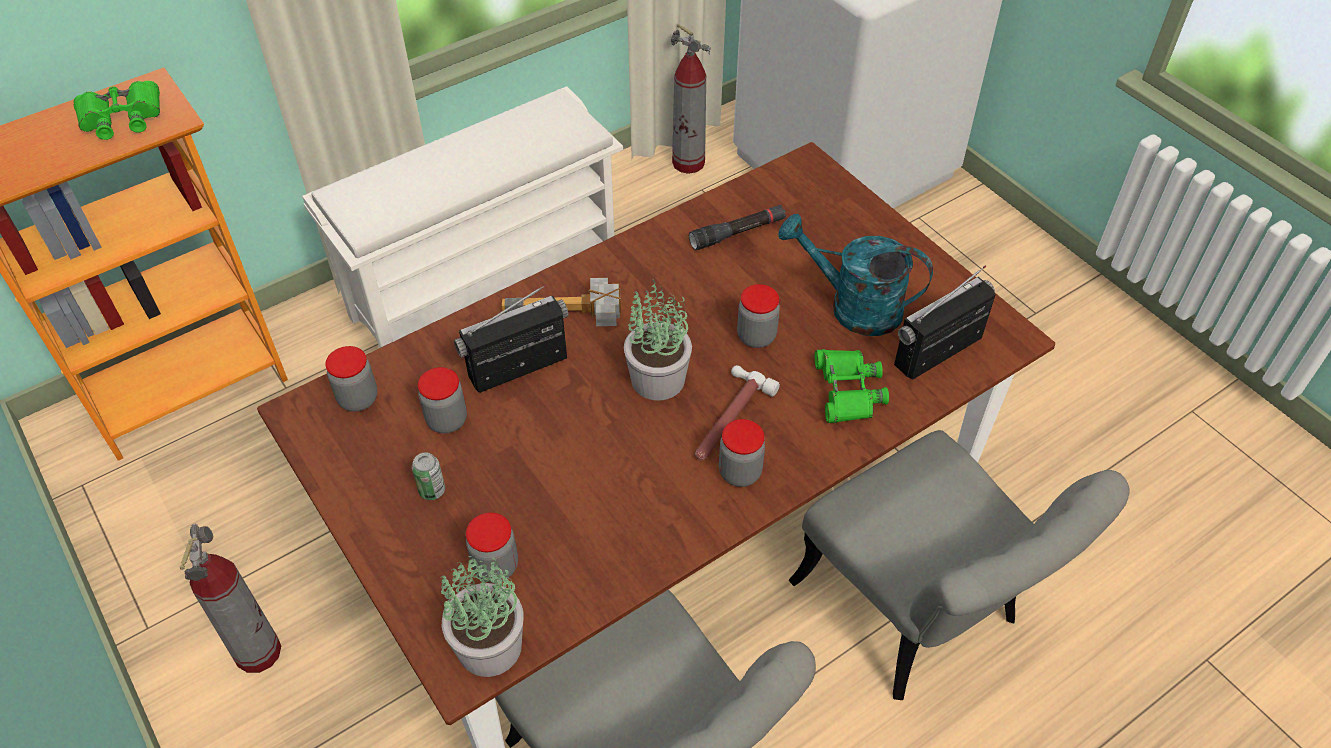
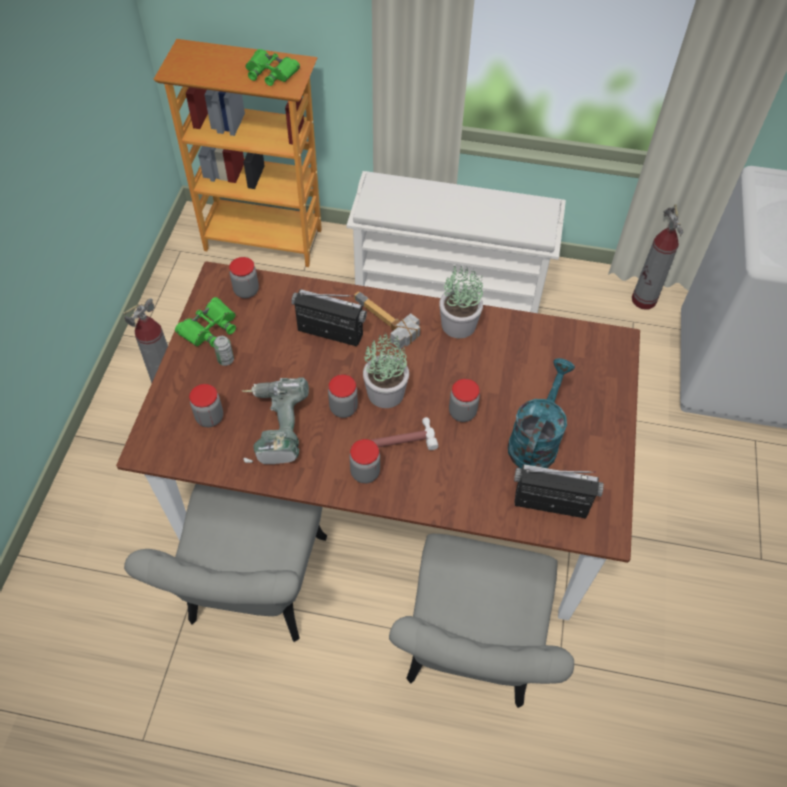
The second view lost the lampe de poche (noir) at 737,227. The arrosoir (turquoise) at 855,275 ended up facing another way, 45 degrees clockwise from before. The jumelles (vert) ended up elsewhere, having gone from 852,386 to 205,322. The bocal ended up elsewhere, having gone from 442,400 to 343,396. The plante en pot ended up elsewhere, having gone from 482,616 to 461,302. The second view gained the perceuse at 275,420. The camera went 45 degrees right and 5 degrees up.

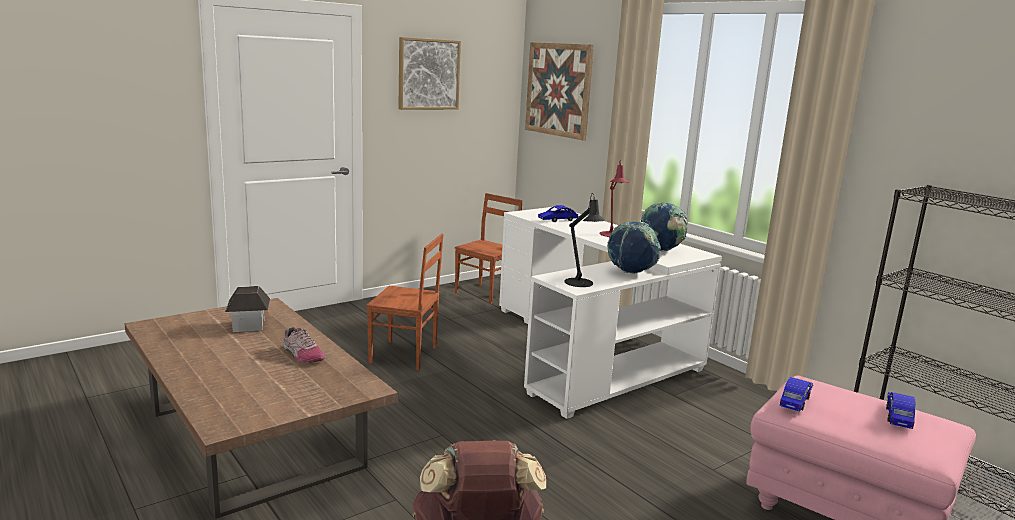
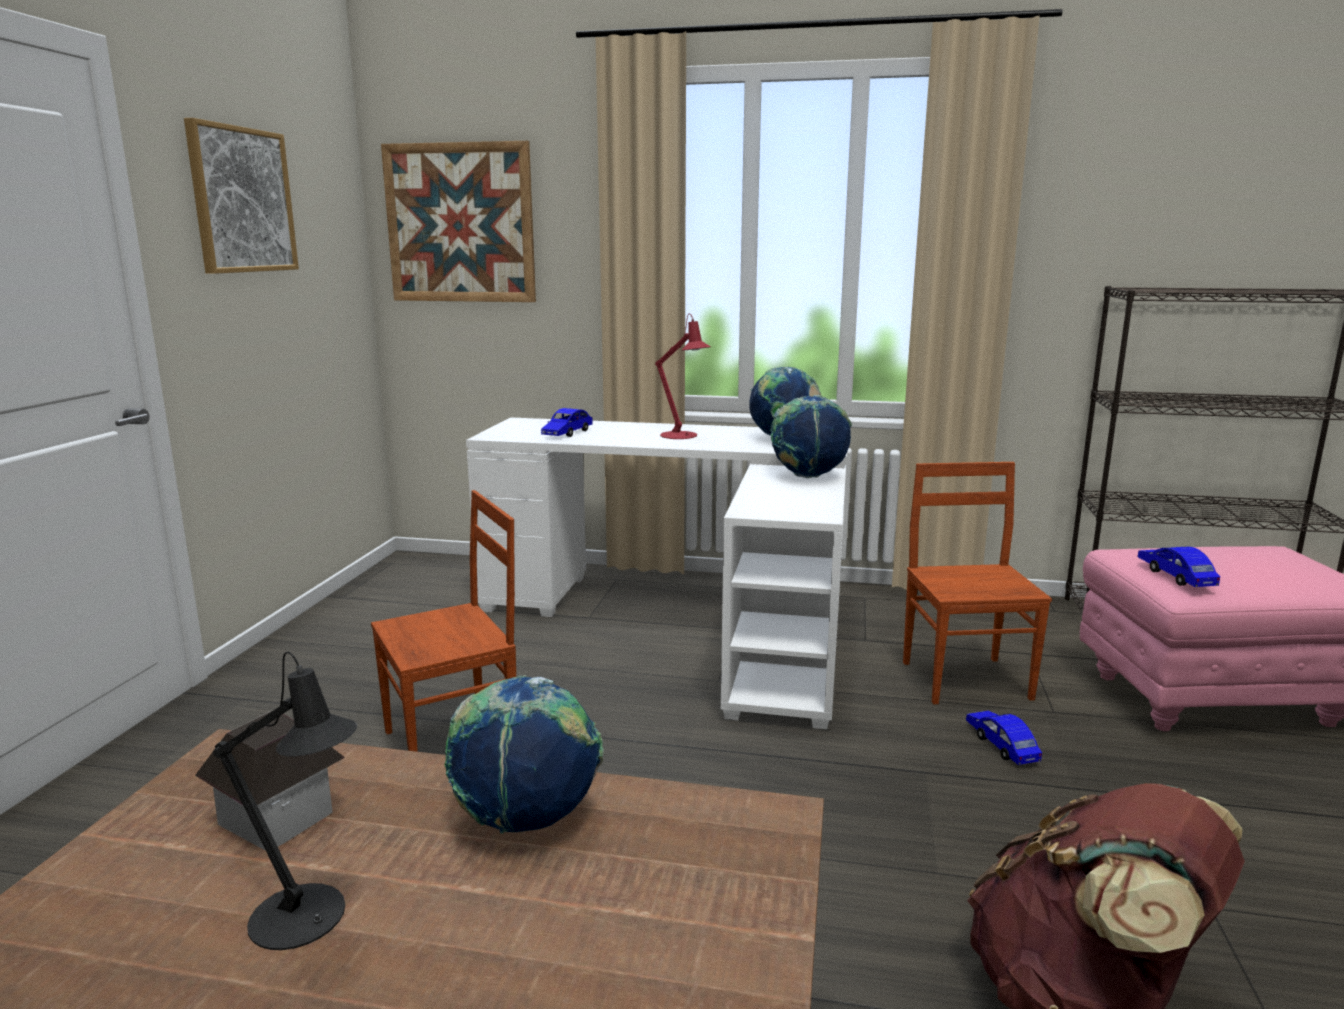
The chaise (marron) ended up elsewhere, having gone from 489,248 to 977,583. The lampe de table (noir) ended up elsewhere, having gone from 585,240 to 285,801. Where the chaussure stood at 304,345, the globe came to stand at 524,754. The petite voiture (bleu) ended up elsewhere, having gone from 900,410 to 1004,738. The camera went 40 degrees left and 0 degrees up.

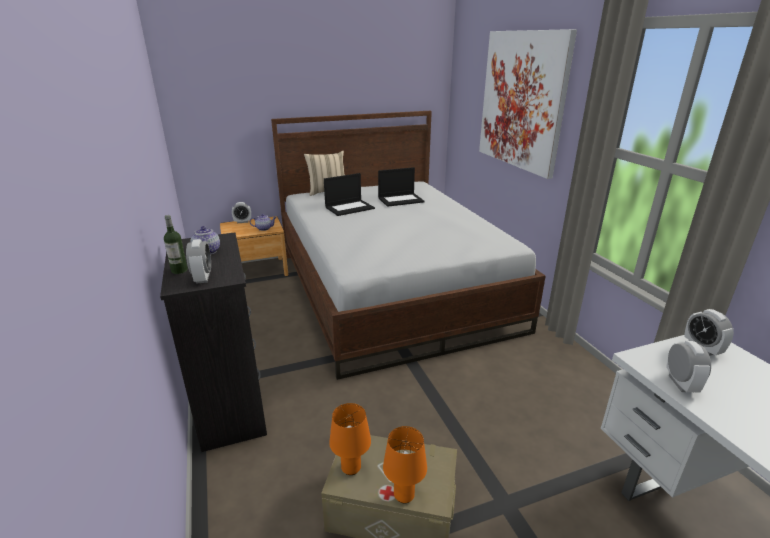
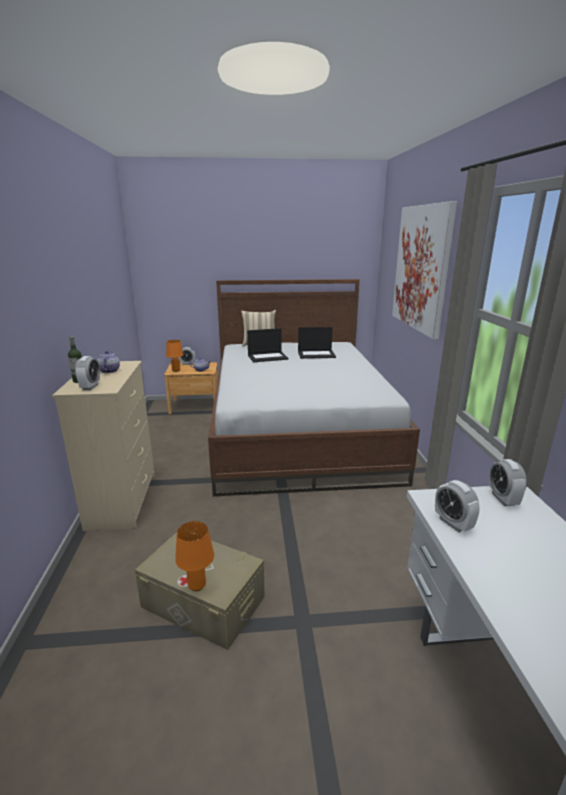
What was the commode (noir) at 213,342 turned into the commode (beige) at 103,446. The réveil at 688,366 ended up facing another way, 135 degrees clockwise from before. The lampe de table (orange) ended up elsewhere, having gone from 350,439 to 175,356. The camera went 15 degrees right and 5 degrees down.

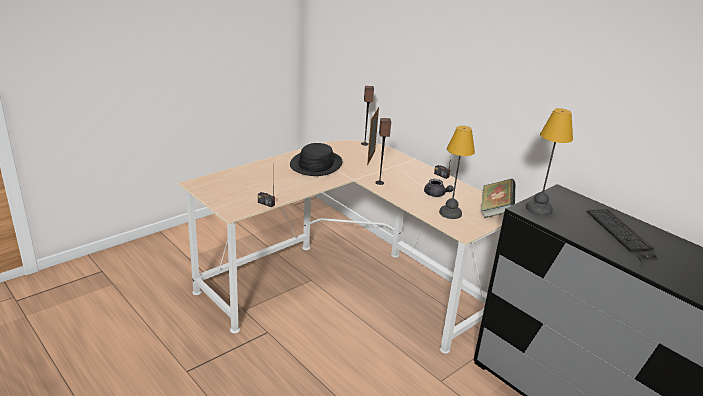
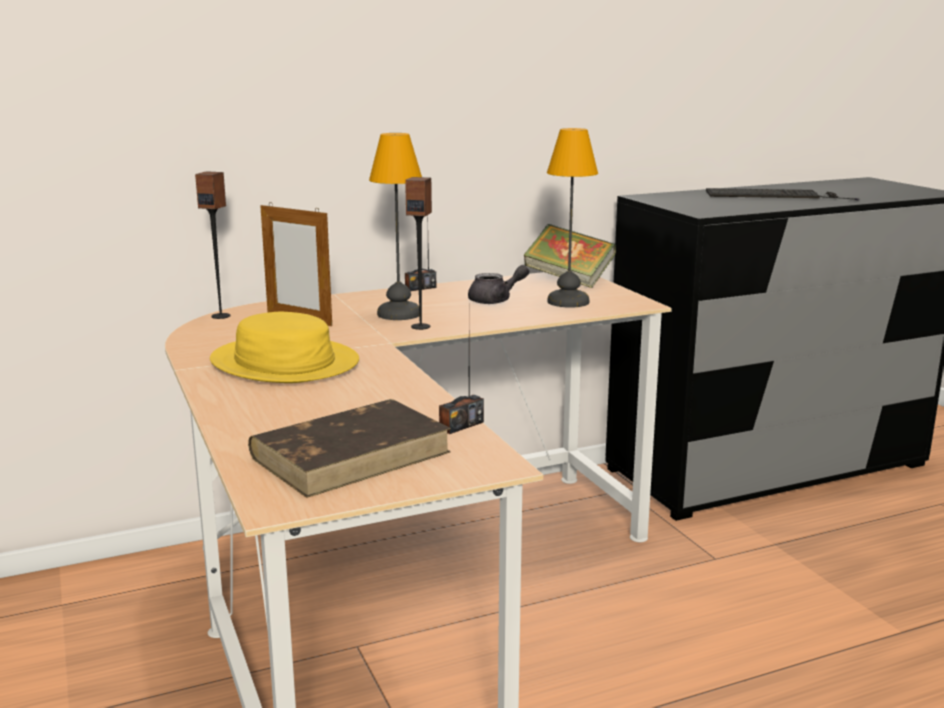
The lampe de table ended up elsewhere, having gone from 549,162 to 395,226. What was the chapeau (noir) at 316,159 turned into the chapeau (jaune) at 284,347. The second view gained the livre (marron) at 349,448. The camera went 70 degrees left and 10 degrees down.

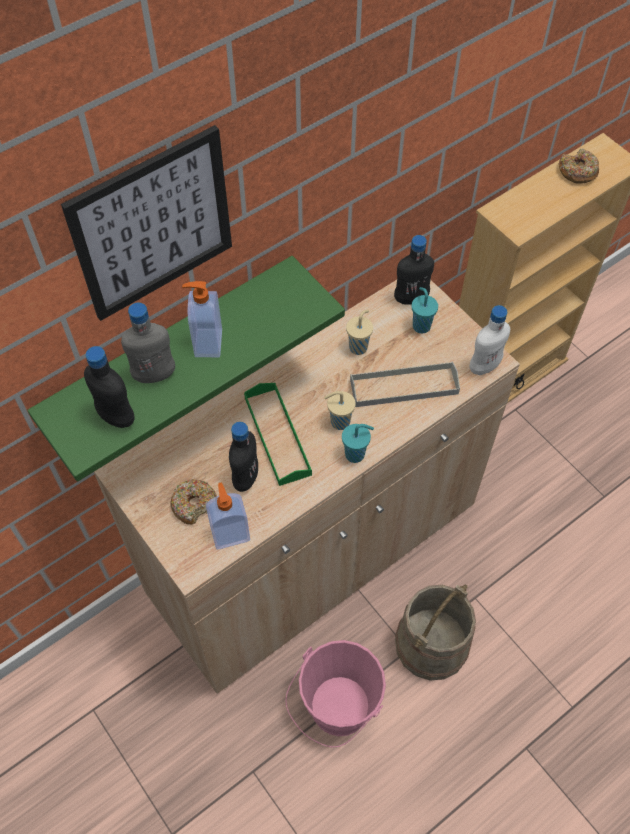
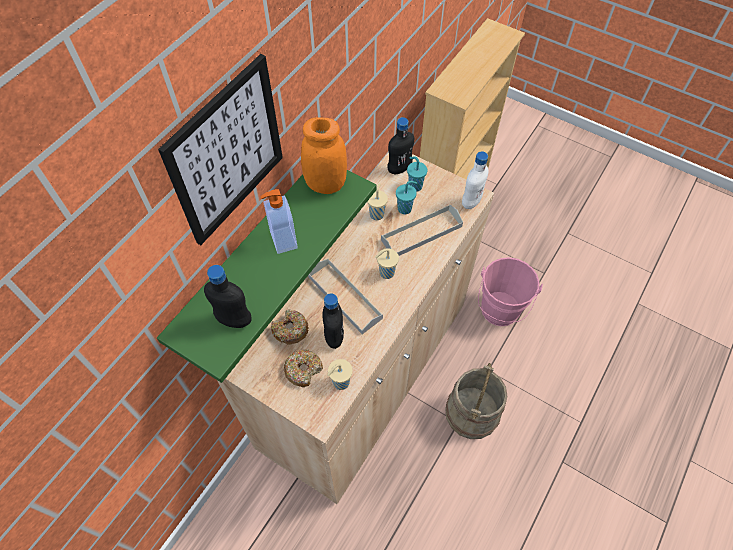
The beignet ended up elsewhere, having gone from 579,166 to 290,327. The second view lost the bouteille (gris) at 148,342. What was the plateau (vert) at 278,434 turned into the plateau (gris) at 345,296. The tasse (turquoise) ended up elsewhere, having gone from 358,443 to 406,197. Where the distributeur de savon stood at 228,516, the tasse (beige) came to stand at 340,374. The seau (rose) ended up elsewhere, having gone from 335,694 to 510,291. The second view gained the bocal (orange) at 324,155. The camera went 20 degrees left and 0 degrees up.

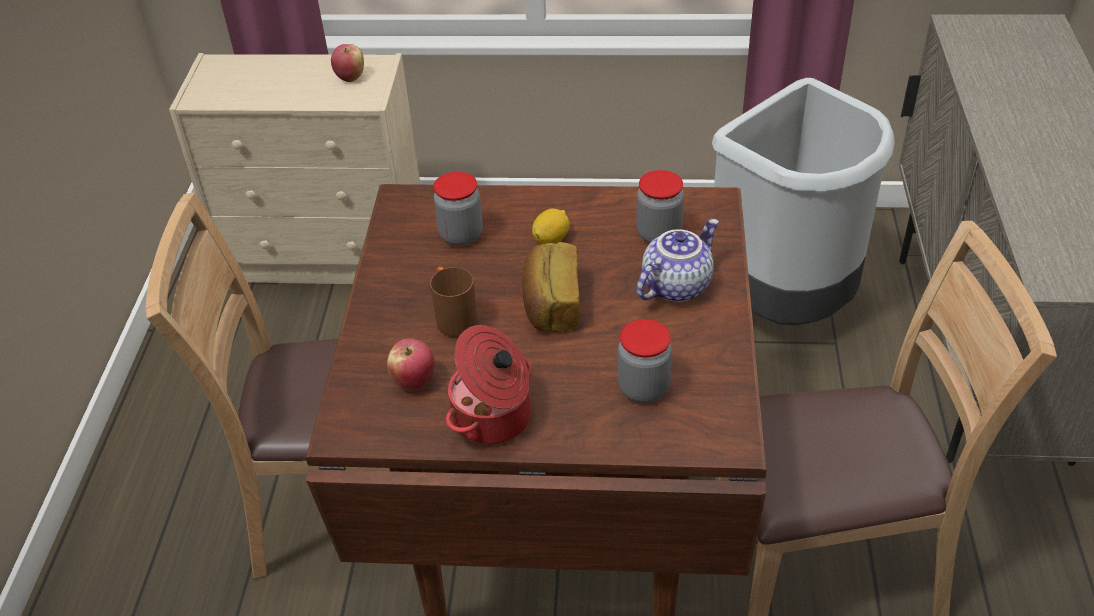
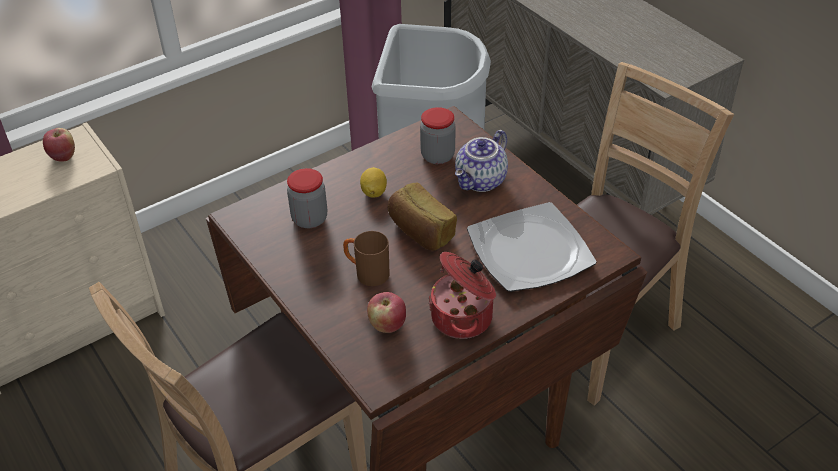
The théière at 677,260 ended up facing another way, 150 degrees counterclockwise from before. Where the bocal stood at 645,361, the assiette came to stand at 532,247. The camera went 40 degrees left and 0 degrees up.

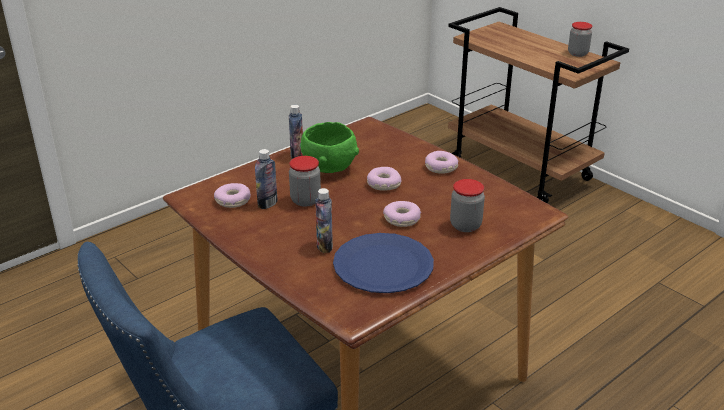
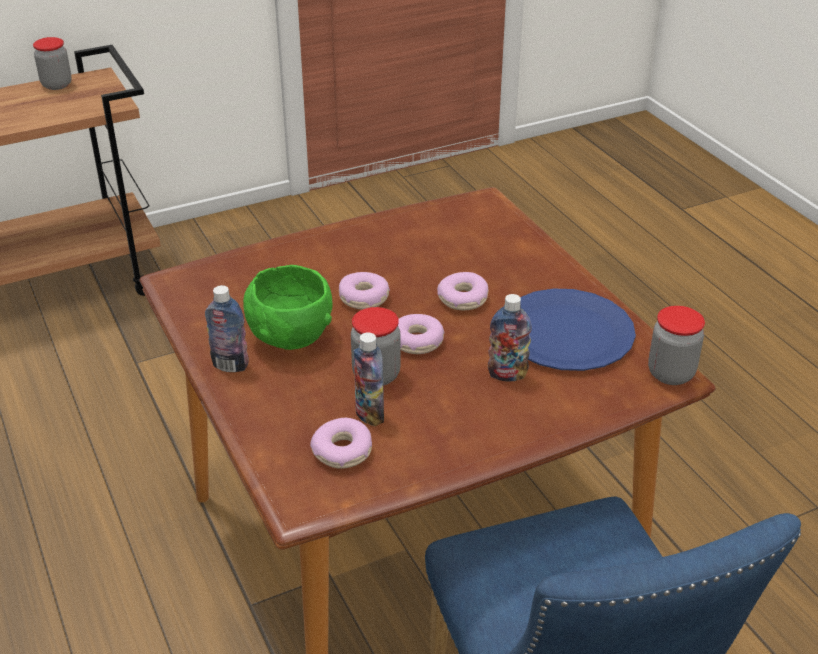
The beignet ended up elsewhere, having gone from 442,162 to 421,334. The bocal ended up elsewhere, having gone from 467,205 to 676,345. The camera went 75 degrees left and 5 degrees up.

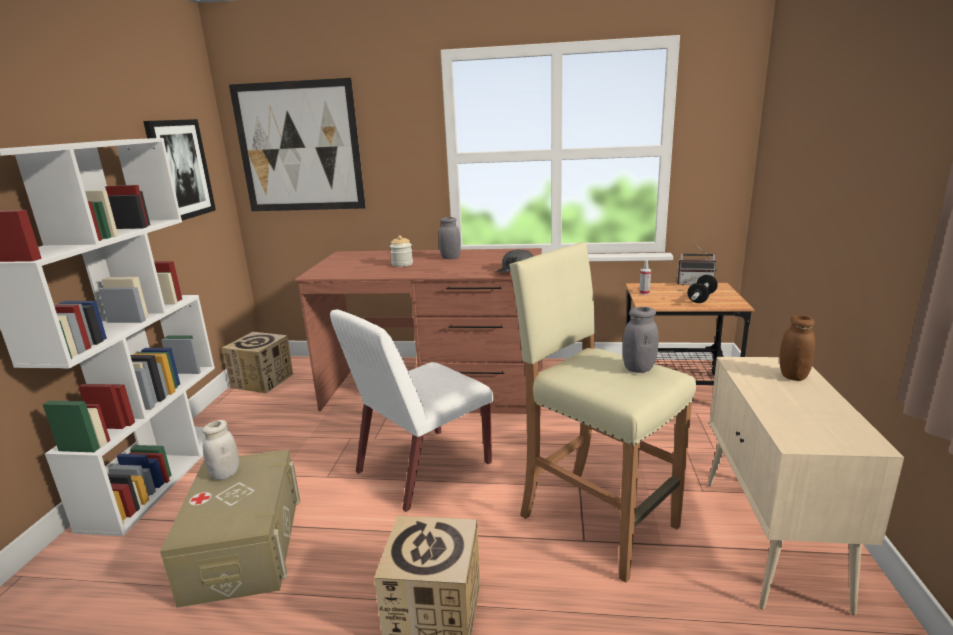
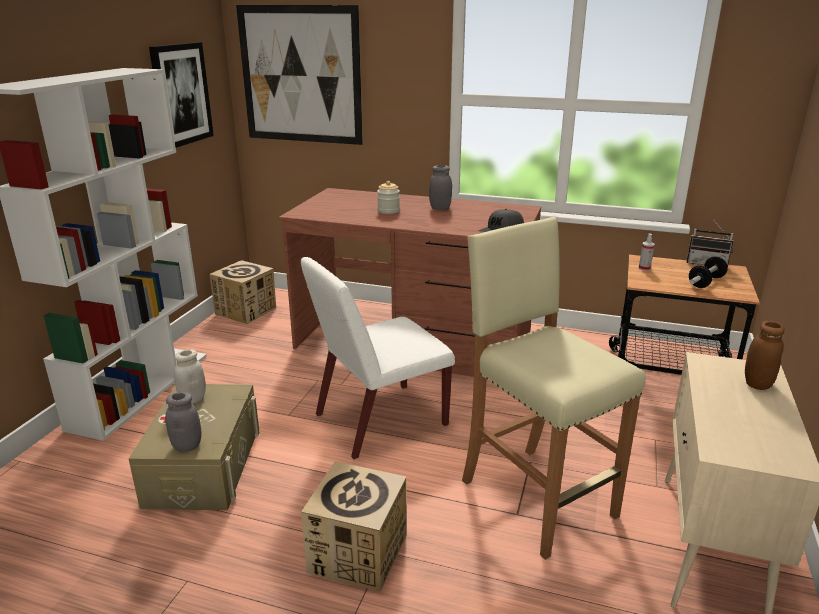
The bocal (gris) ended up elsewhere, having gone from 641,340 to 183,422. The camera went 10 degrees right and 5 degrees up.

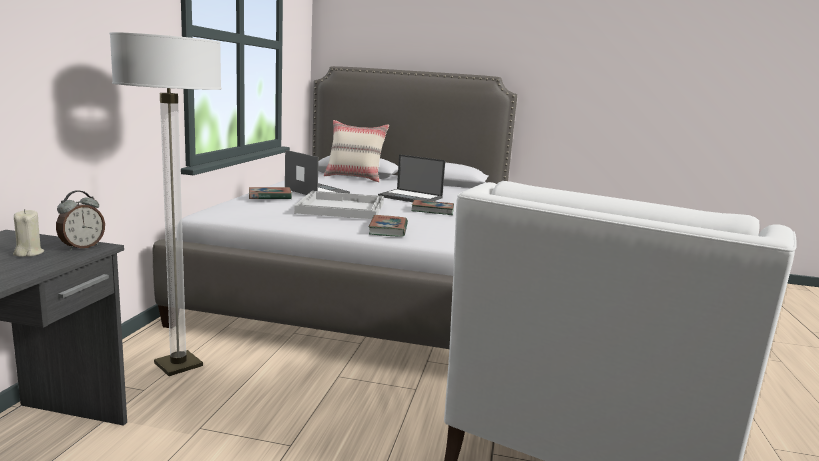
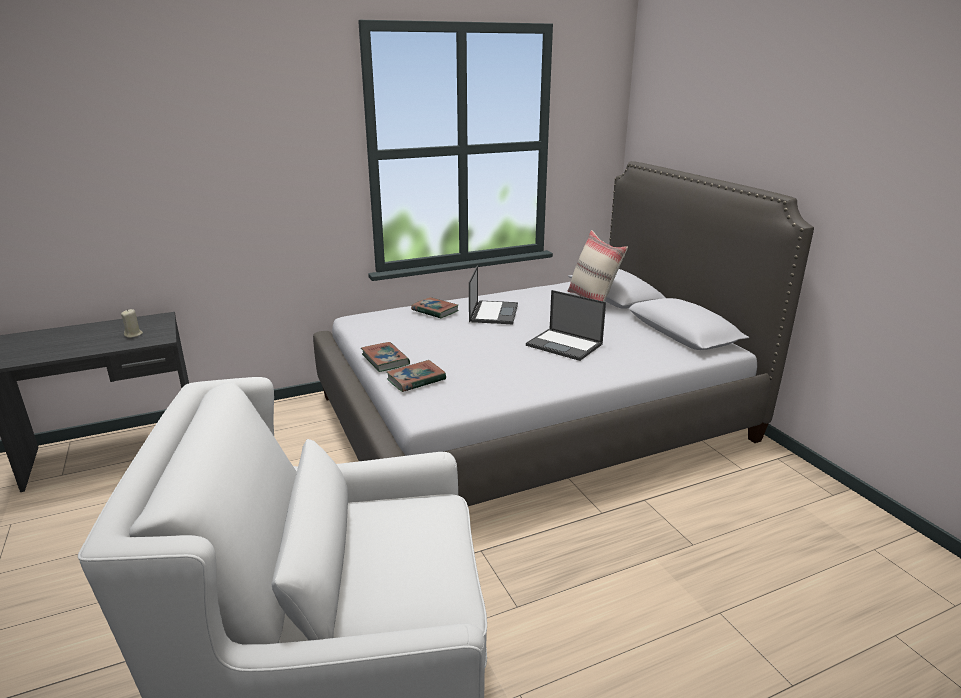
The second view lost the lampadaire at 165,204. The ordinateur portable at 411,178 ended up facing another way, 45 degrees counterclockwise from before. The second view lost the réveil at 80,221. The second view lost the plateau (blanc) at 339,205. The livre ended up elsewhere, having gone from 432,207 to 385,357. The camera went 55 degrees right and 10 degrees up.

